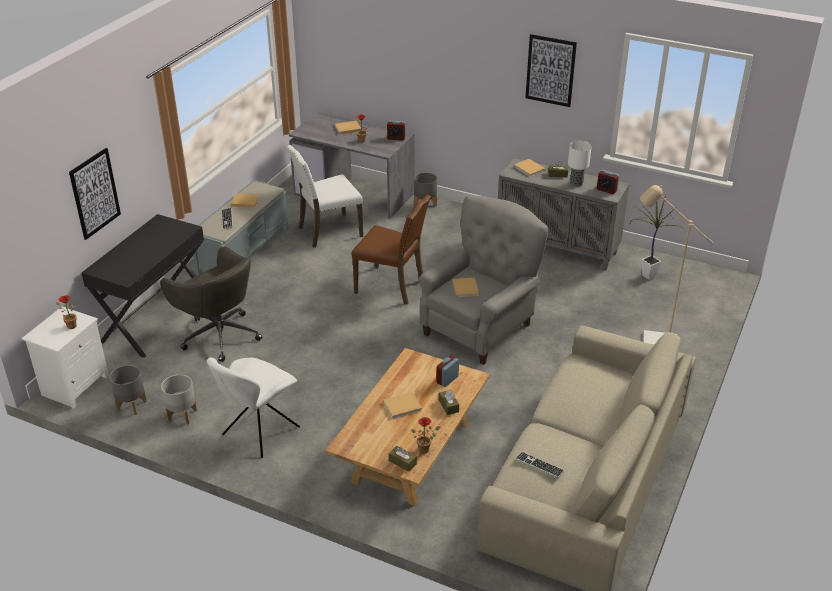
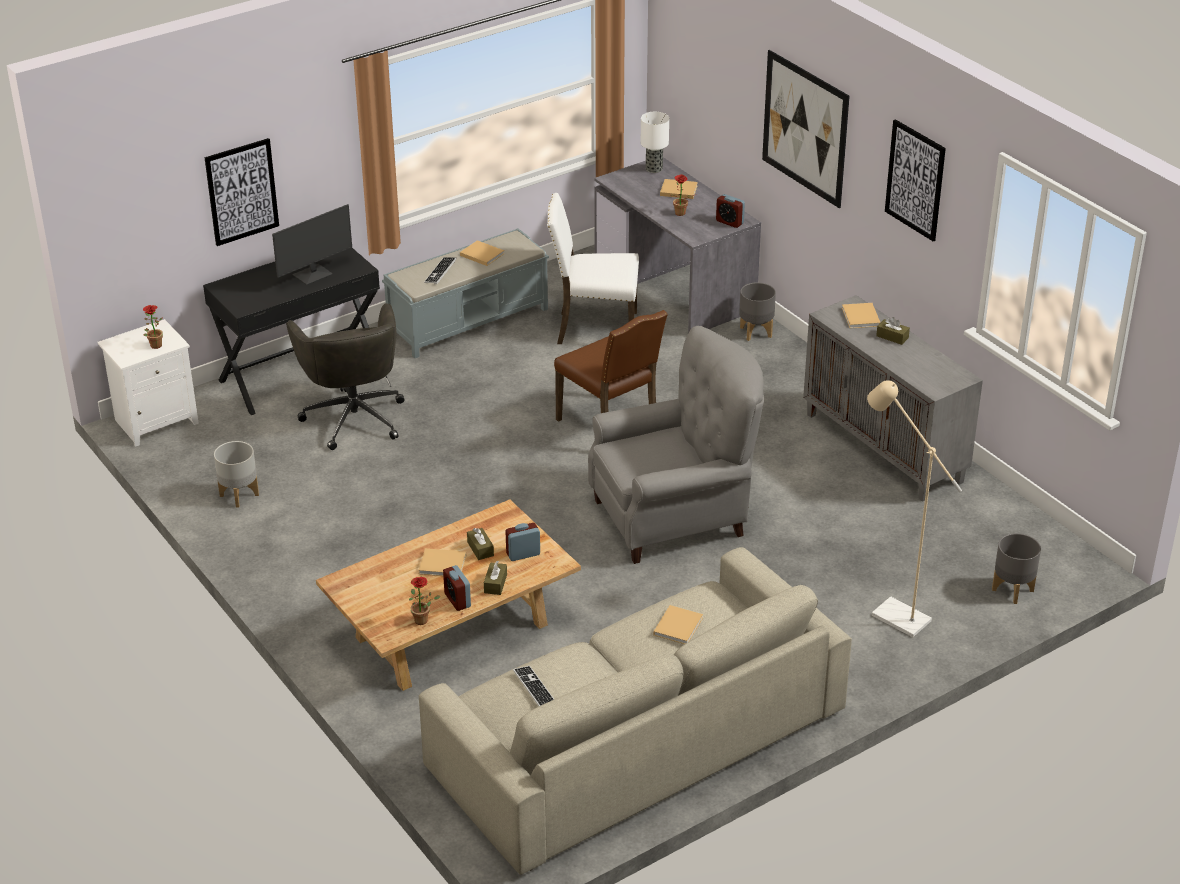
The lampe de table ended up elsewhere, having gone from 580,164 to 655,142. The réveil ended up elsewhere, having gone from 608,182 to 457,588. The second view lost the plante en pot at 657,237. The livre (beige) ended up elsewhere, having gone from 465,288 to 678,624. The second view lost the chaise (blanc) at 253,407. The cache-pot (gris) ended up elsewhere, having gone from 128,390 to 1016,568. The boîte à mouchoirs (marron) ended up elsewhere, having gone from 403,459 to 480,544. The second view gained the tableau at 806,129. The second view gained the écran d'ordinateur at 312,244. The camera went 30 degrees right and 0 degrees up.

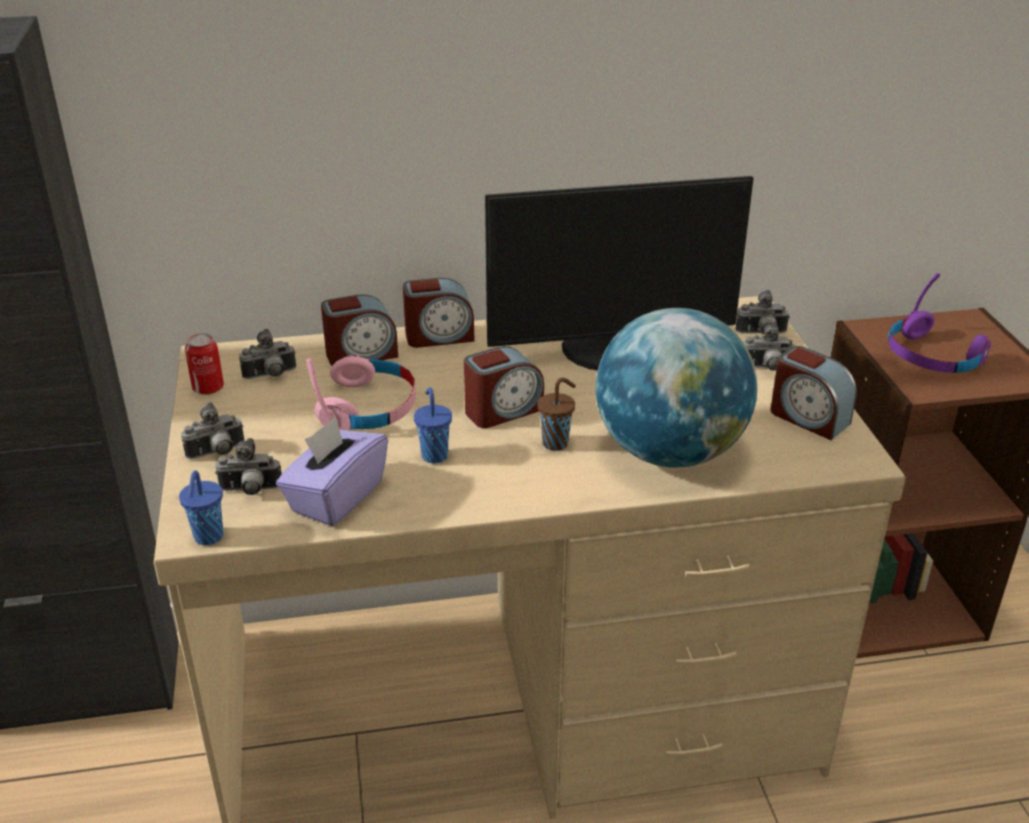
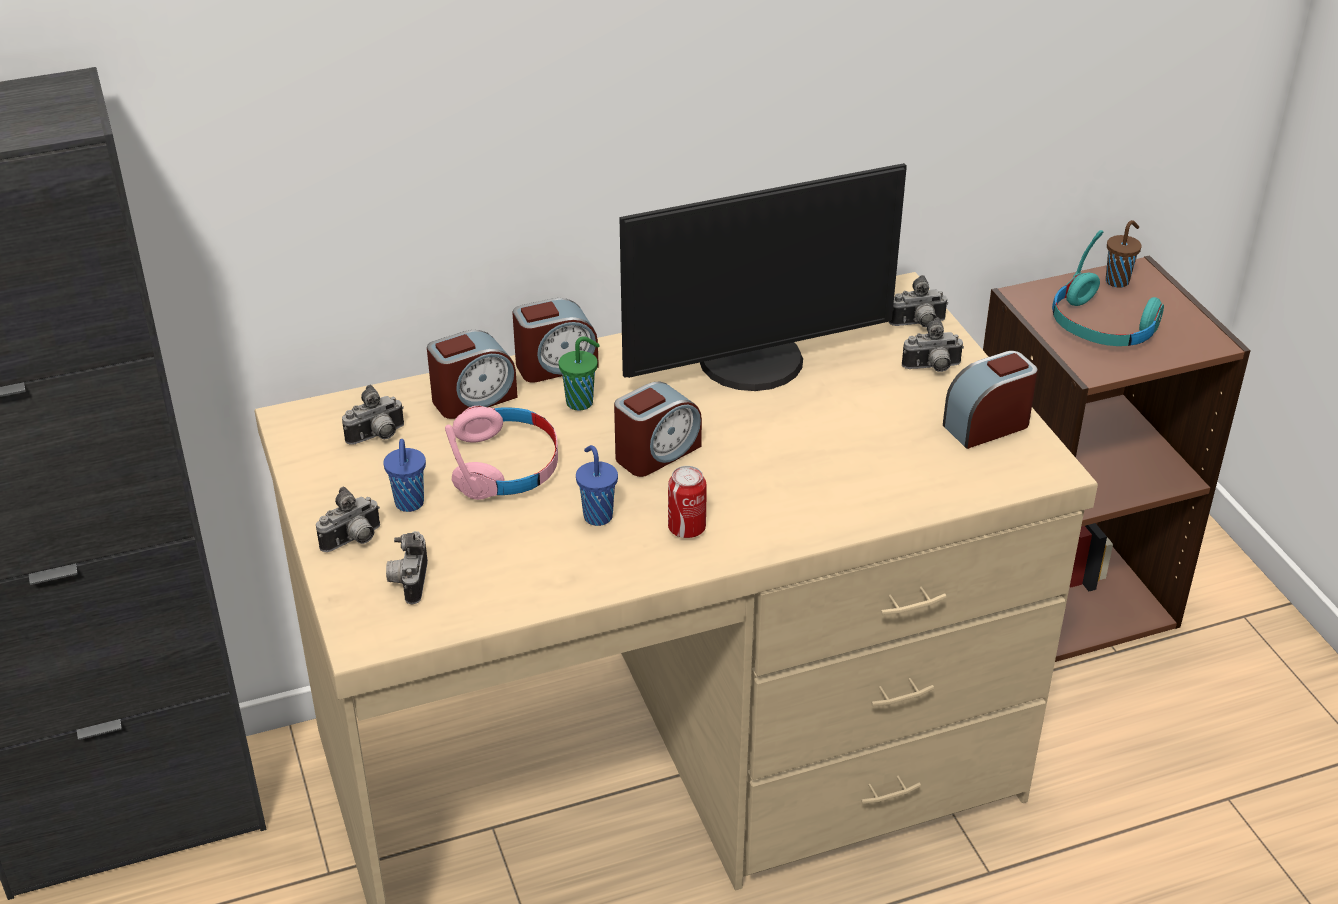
What was the casque audio (violet) at 939,323 turned into the casque audio (turquoise) at 1108,288. The second view lost the globe at 676,388. The boîte métallique ended up elsewhere, having gone from 204,364 to 687,502. The réveil at 814,393 ended up facing another way, 120 degrees clockwise from before. The tasse (marron) ended up elsewhere, having gone from 556,414 to 1124,254. The second view lost the boîte à mouchoirs (violet) at 332,471. The appareil photo at 248,466 ended up facing another way, 105 degrees clockwise from before. The tasse (bleu) ended up elsewhere, having gone from 201,508 to 404,475. The second view gained the tasse (vert) at 579,373. The camera went 10 degrees left and 5 degrees up.

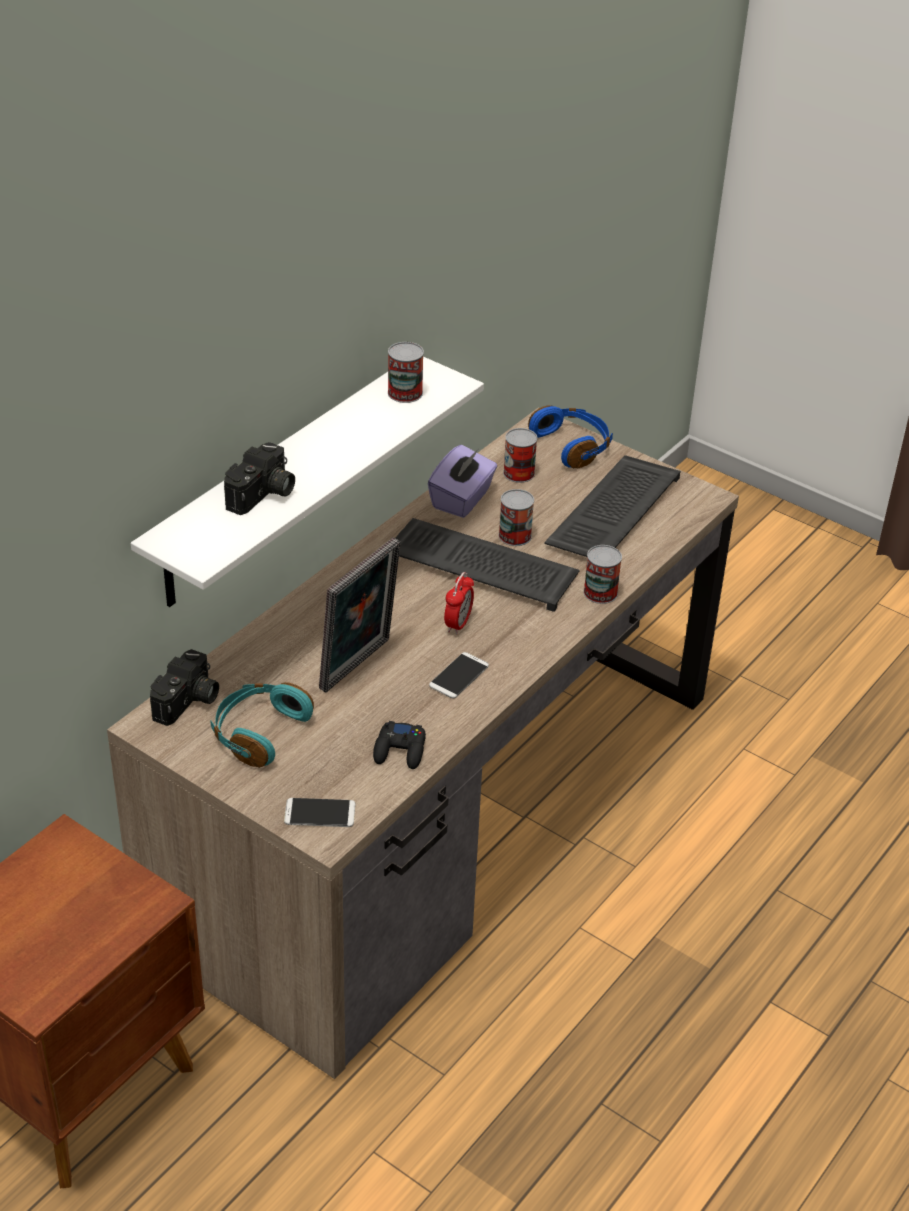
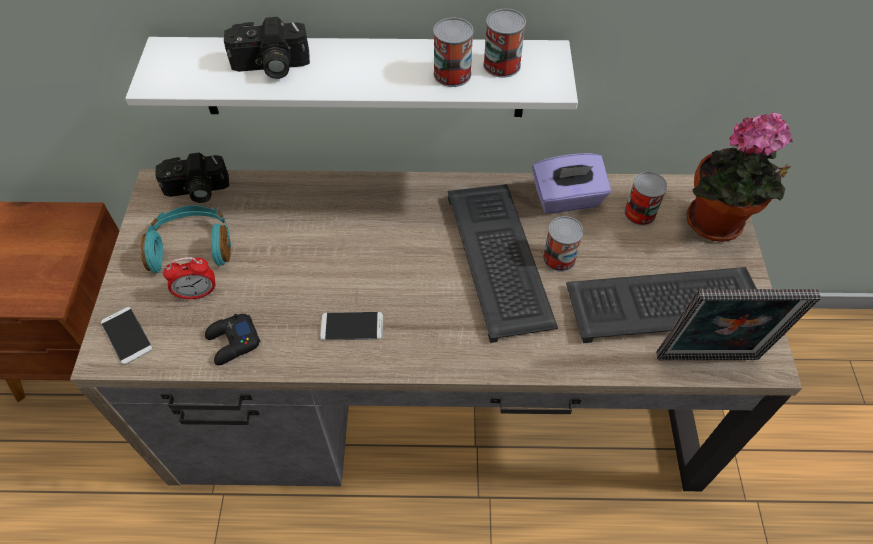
Where the casque audio (bleu) stood at 570,436, the plante en pot came to stand at 739,177. The cadre photo ended up elsewhere, having gone from 360,614 to 738,324. The boîte métallique ended up elsewhere, having gone from 602,574 to 453,52. The réveil ended up elsewhere, having gone from 459,603 to 189,278. The camera went 55 degrees right and 15 degrees up.

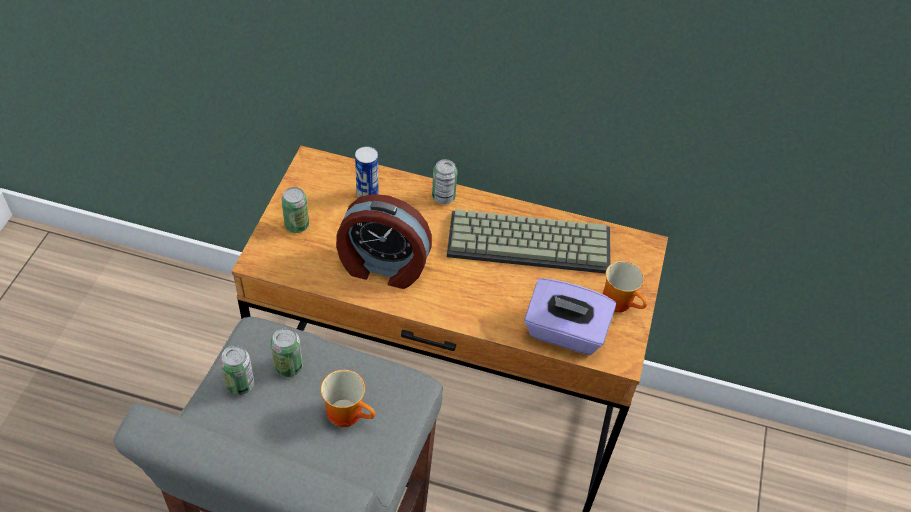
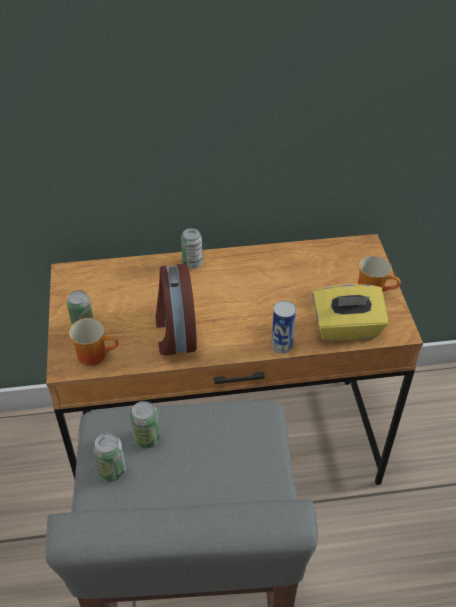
The boîte métallique ended up elsewhere, having gone from 366,172 to 283,327. The réveil at 384,241 ended up facing another way, 90 degrees clockwise from before. The second view lost the clavier at 529,241. What was the boîte à mouchoirs (violet) at 570,316 turned into the boîte à mouchoirs (jaune) at 350,312. The mug ended up elsewhere, having gone from 348,398 to 94,342. The camera went 20 degrees left and 5 degrees down.

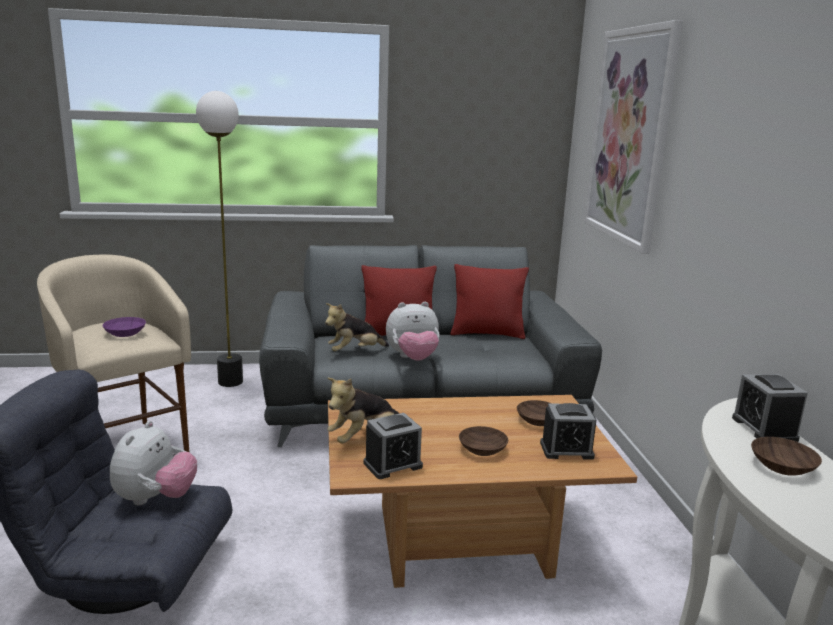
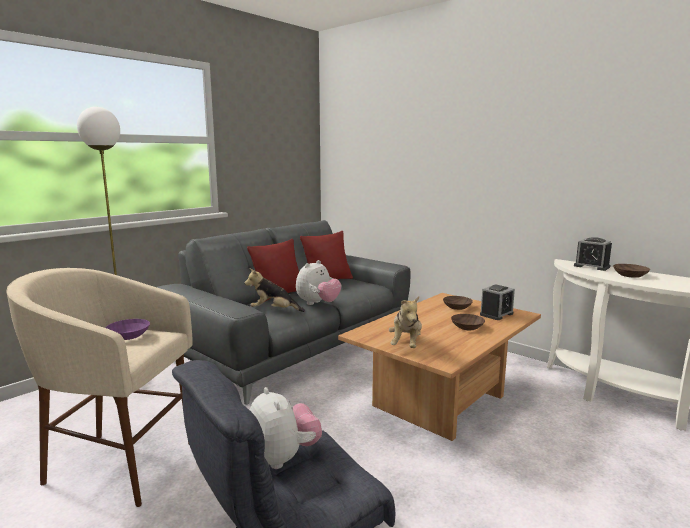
The second view lost the tableau at 633,137. The peluche at 357,327 ended up facing another way, 75 degrees clockwise from before. The second view lost the réveil at 393,446. The camera went 40 degrees left and 5 degrees down.

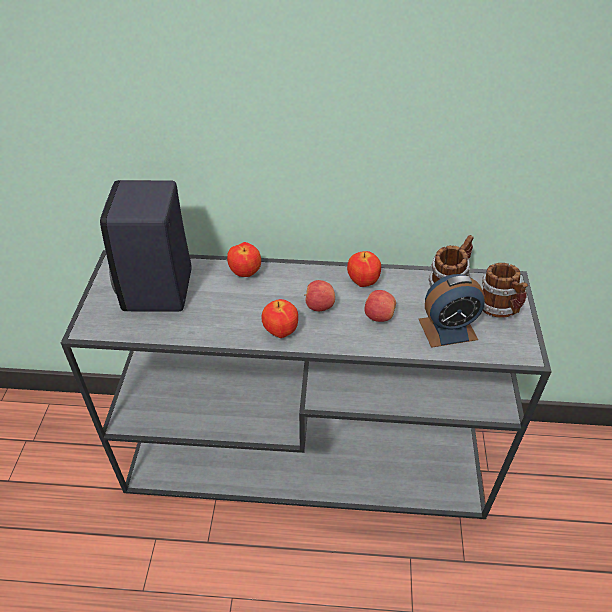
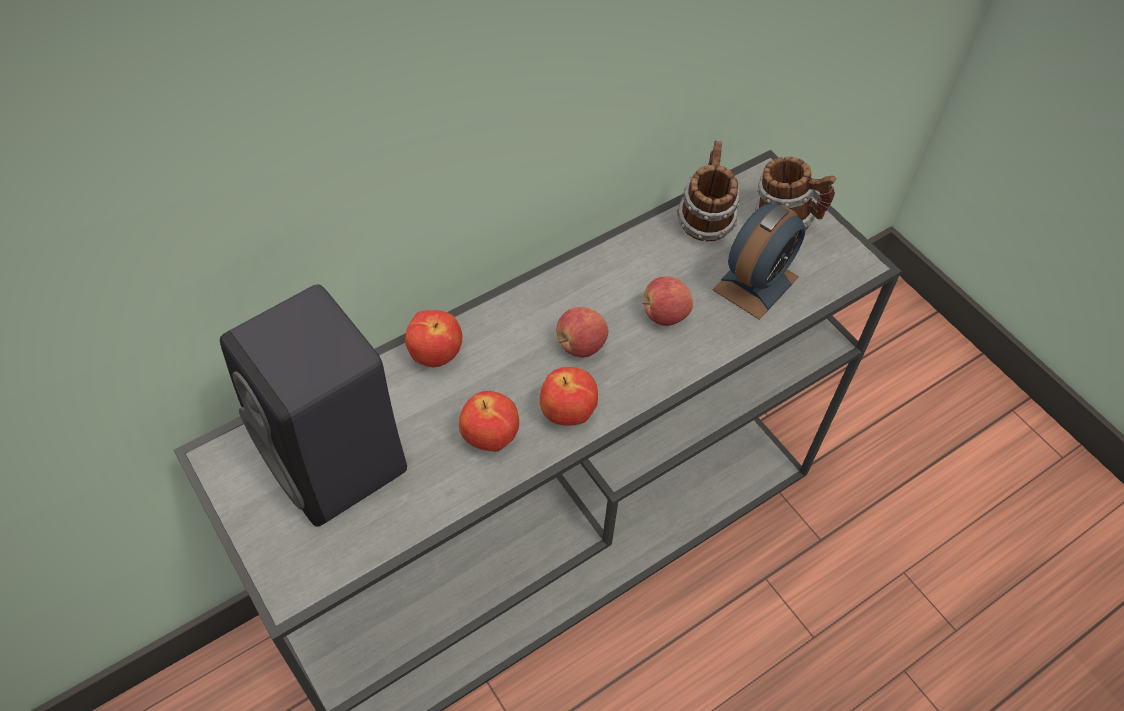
The pomme ended up elsewhere, having gone from 364,269 to 489,421. The camera went 40 degrees left and 10 degrees up.

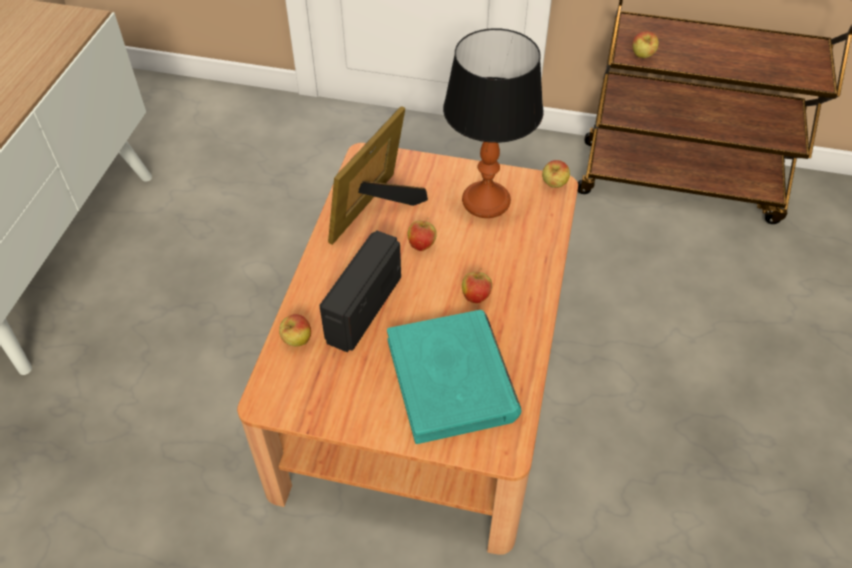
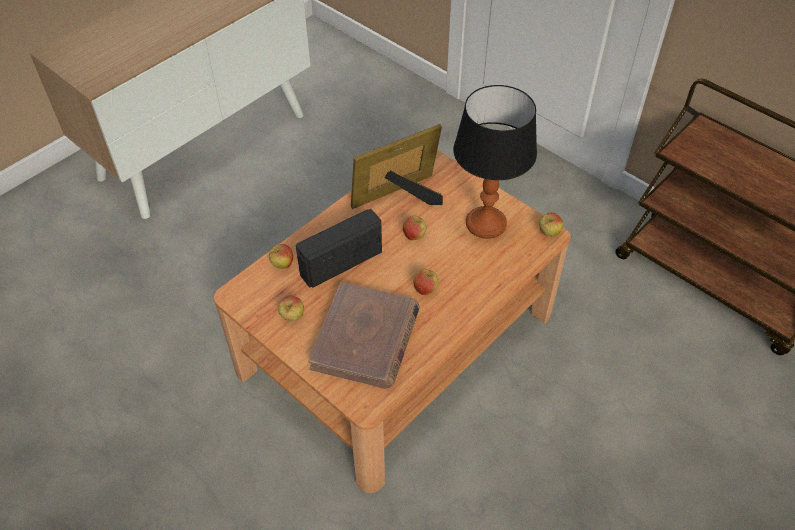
The pomme ended up elsewhere, having gone from 645,44 to 291,308. What was the livre (turquoise) at 454,377 turned into the livre (marron) at 364,335. The camera went 30 degrees right and 0 degrees up.

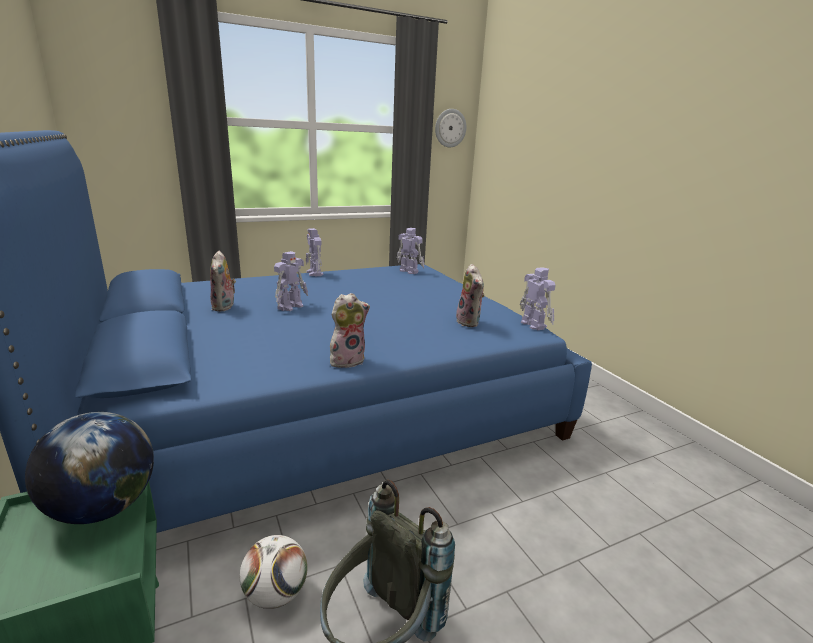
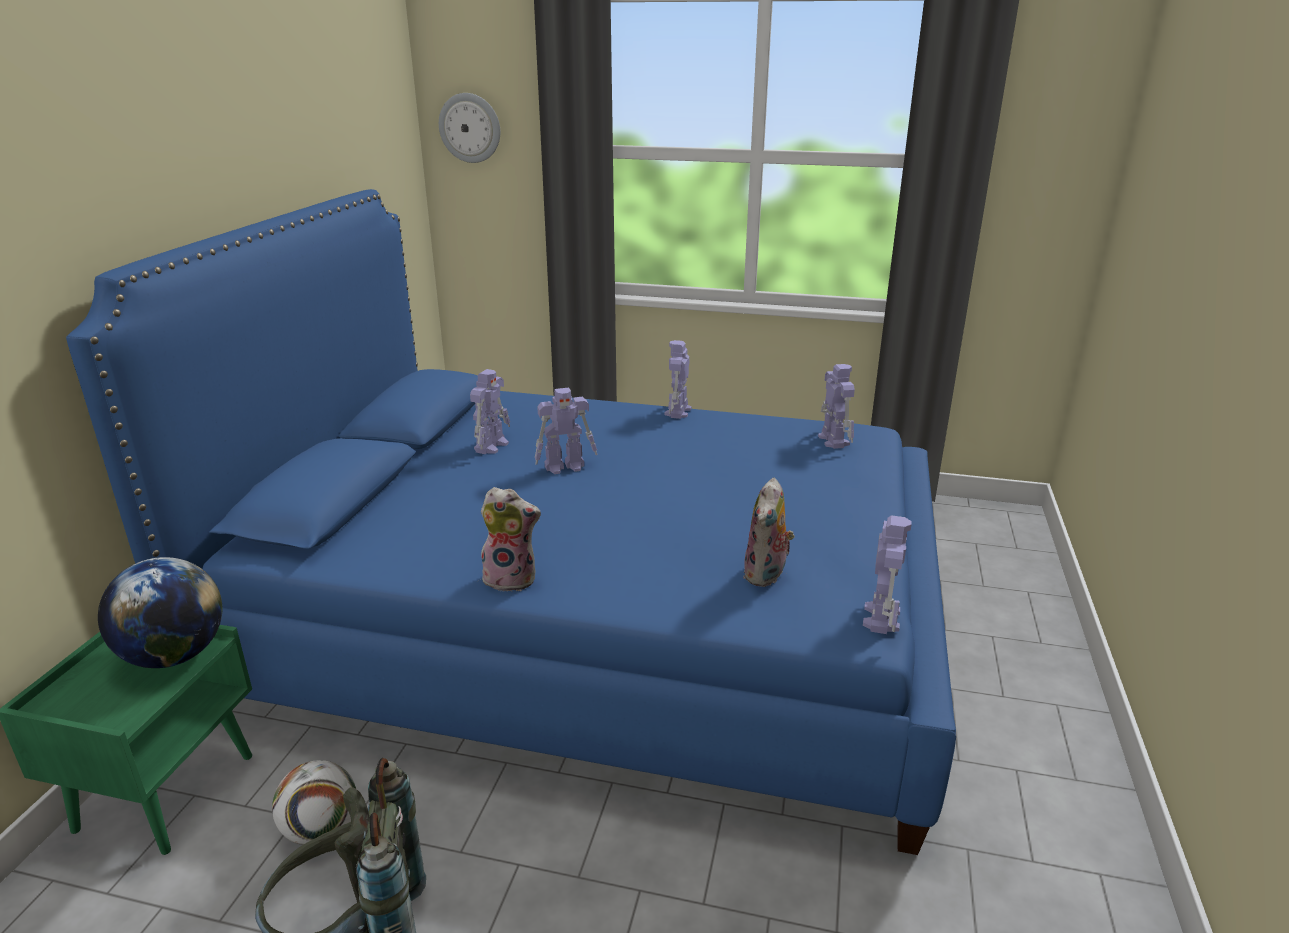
The horloge murale ended up elsewhere, having gone from 450,128 to 469,128. Where the peluche stood at 223,281, the robot jouet came to stand at 490,411. The camera went 40 degrees right and 5 degrees up.

